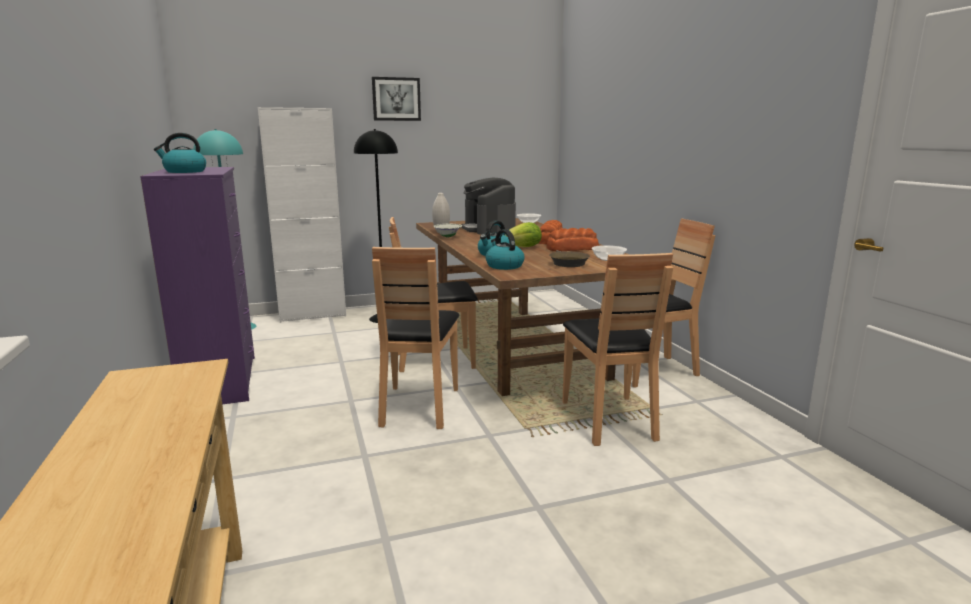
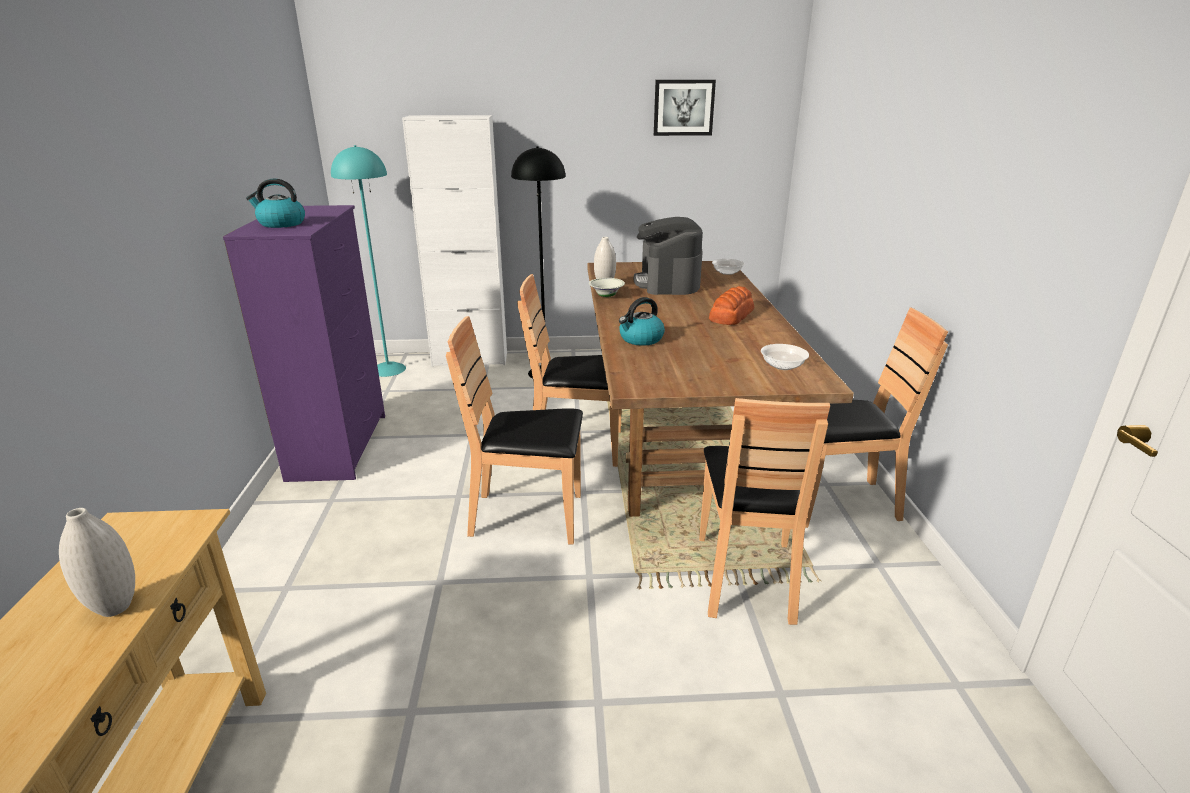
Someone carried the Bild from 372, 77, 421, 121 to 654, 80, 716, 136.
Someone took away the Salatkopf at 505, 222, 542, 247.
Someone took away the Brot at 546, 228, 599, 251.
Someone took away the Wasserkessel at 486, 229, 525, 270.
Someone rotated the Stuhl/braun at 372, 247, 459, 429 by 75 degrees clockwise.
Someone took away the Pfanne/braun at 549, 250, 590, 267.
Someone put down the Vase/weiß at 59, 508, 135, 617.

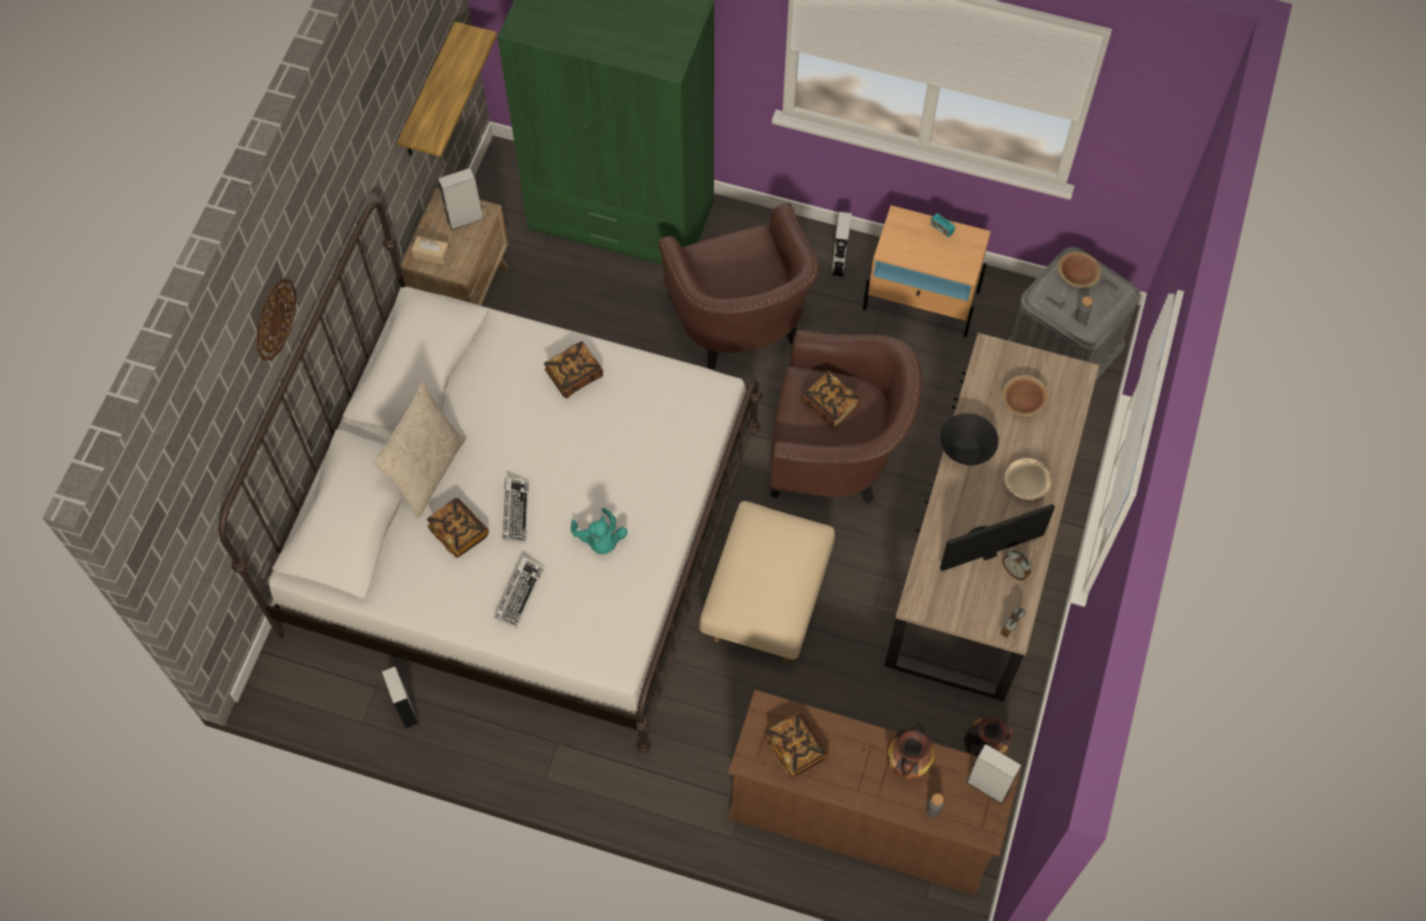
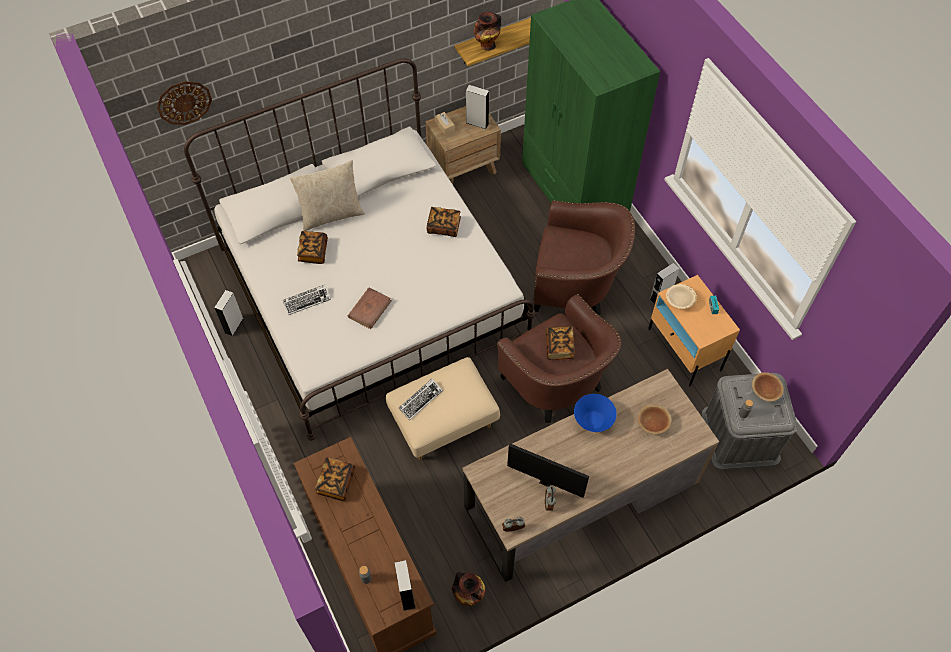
Someone rotated the Sessel/braun at 658, 203, 819, 370 by 105 degrees counterclockwise.
Someone carried the Wanduhr from 257, 278, 296, 360 to 157, 81, 212, 125.
Someone repainted the Schüssel/schwarz at 940, 413, 999, 465, which became the Schüssel/blau at 574, 394, 617, 432.
Someone carried the Schüssel/beige from 1004, 458, 1052, 500 to 666, 284, 697, 309.
Someone carried the Tastatur from 502, 477, 529, 543 to 399, 379, 443, 421.
Someone swapped the Plüschtier/türkis at 571, 508, 628, 554 for the Buch/braun at 348, 288, 392, 329.
Someone carried the Vase from 886, 723, 934, 779 to 474, 12, 501, 51.

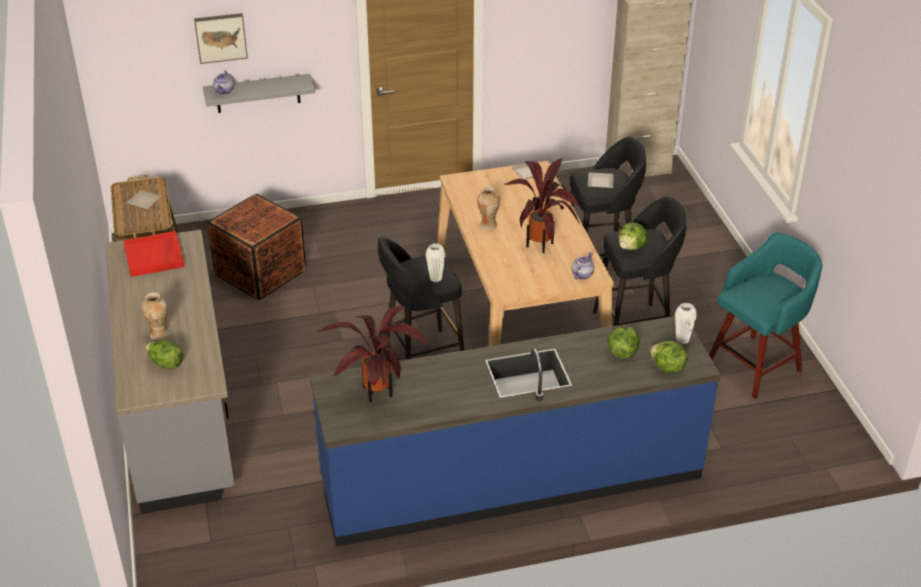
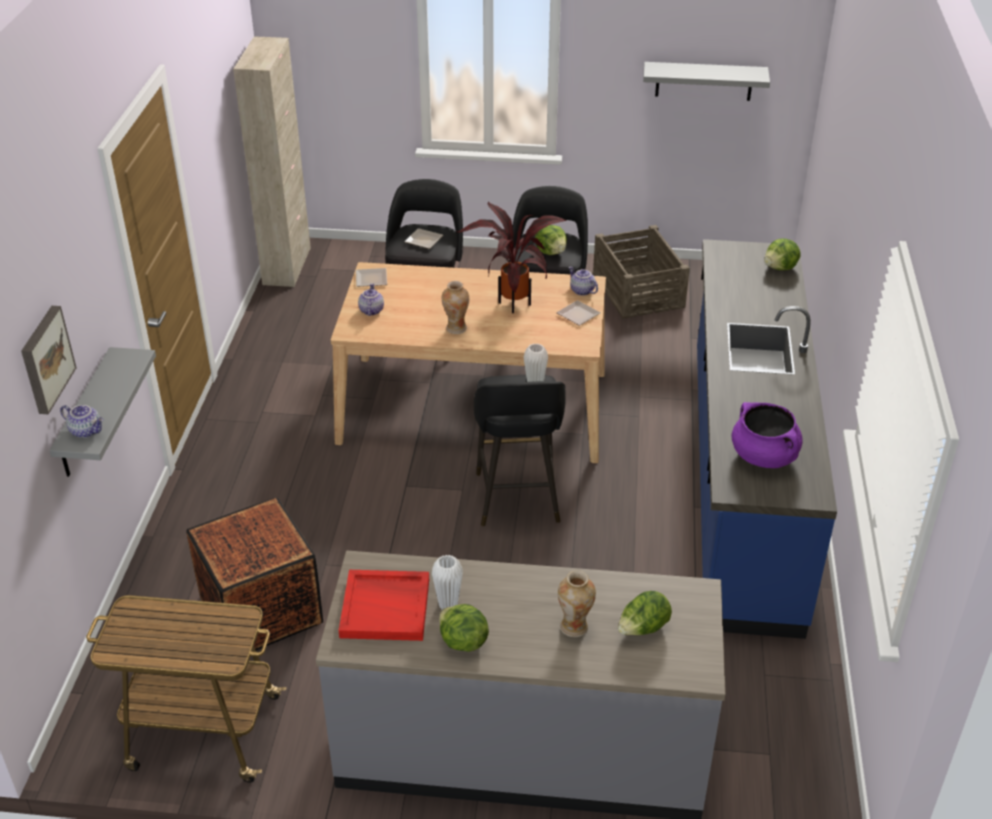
Someone carried the Teller from 126, 190, 162, 210 to 556, 300, 601, 326.
Someone swapped the Hocker/türkis at 709, 232, 822, 399 for the Kiste at 593, 225, 690, 319.
Someone carried the Vase/weiß from 675, 303, 697, 344 to 432, 555, 463, 610.
Someone swapped the Topfpflanze at 318, 306, 428, 403 for the Kochtopf/lila at 732, 402, 803, 468.
Someone carried the Salatkopf from 608, 326, 639, 359 to 439, 604, 489, 652.
Someone put up the Wandregal/grau at 643, 62, 770, 101.
Someone put down the Teekanne at 358, 283, 384, 316.

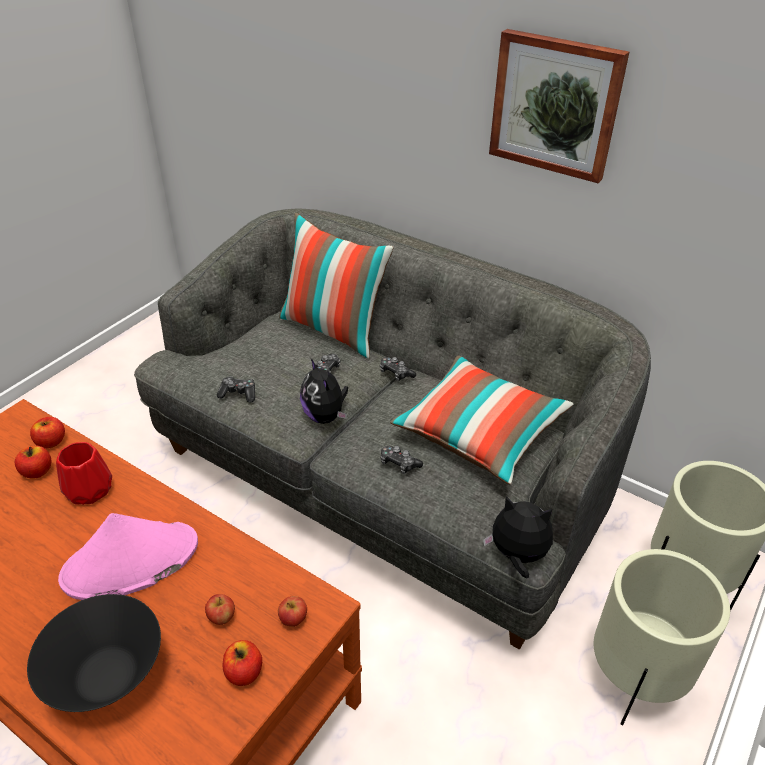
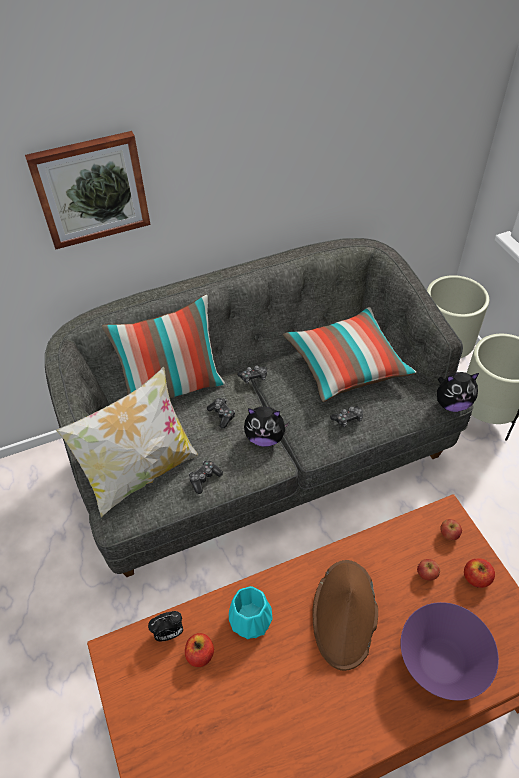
Someone carried the Bild from 489, 29, 629, 183 to 25, 131, 151, 250.
Someone swapped the Apfel at 30, 417, 65, 449 for the Wecker at 148, 611, 183, 641.
Someone repainted the Vase/rot at 56, 442, 112, 505, which became the Vase/türkis at 229, 586, 272, 639.
Someone rotated the Plüschtier at 483, 496, 553, 579 by 150 degrees counterclockwise.
Someone repainted the Hut/rosa at 58, 513, 198, 600, which became the Hut/braun at 312, 560, 378, 671.
Someone repainted the Schüssel/schwarz at 27, 594, 161, 712, which became the Schüssel/lila at 401, 602, 499, 701.
Someone put down the Kissen at 56, 367, 198, 517.

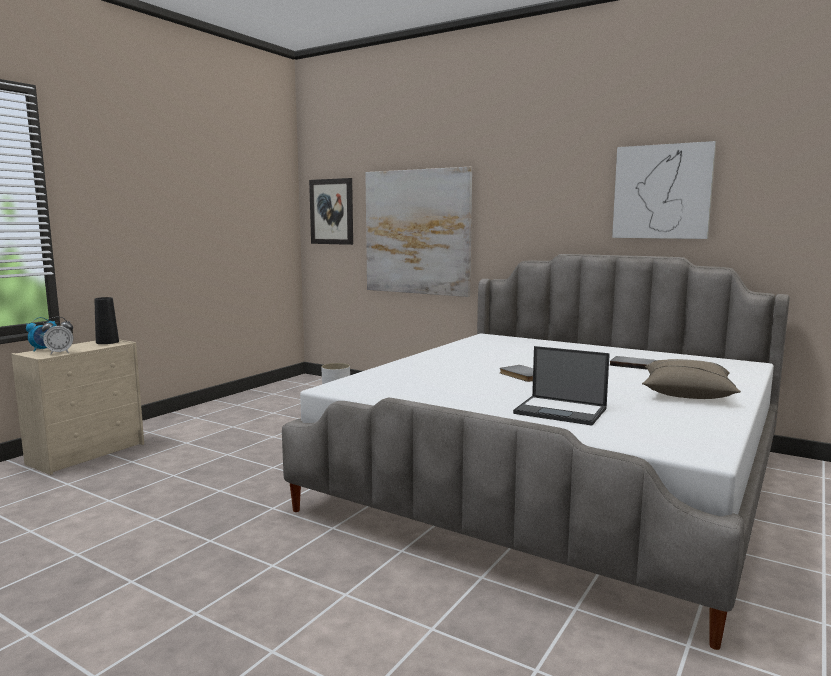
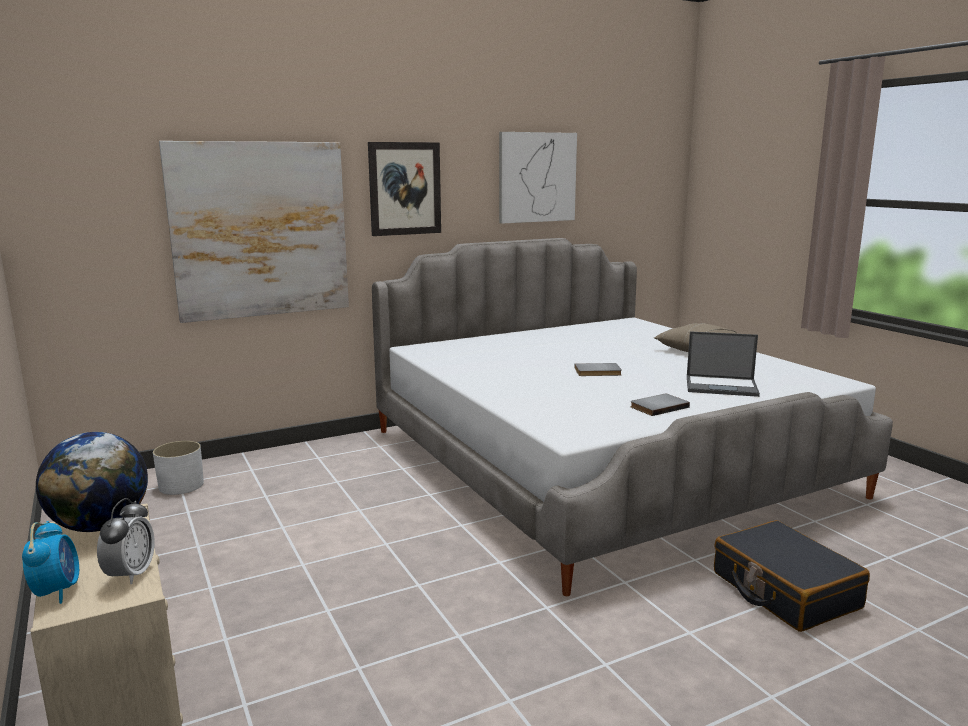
Someone carried the Bild from 309, 178, 353, 245 to 368, 142, 441, 236.
Someone swapped the Vase/schwarz at 94, 297, 119, 344 for the Globus at 36, 432, 148, 532.
Someone rotated the Laptop at 513, 346, 610, 426 by 45 degrees clockwise.
Someone carried the Buch/grau from 610, 356, 656, 370 to 631, 394, 690, 416.
Someone put down the Koffer/schwarz at 714, 520, 870, 632.

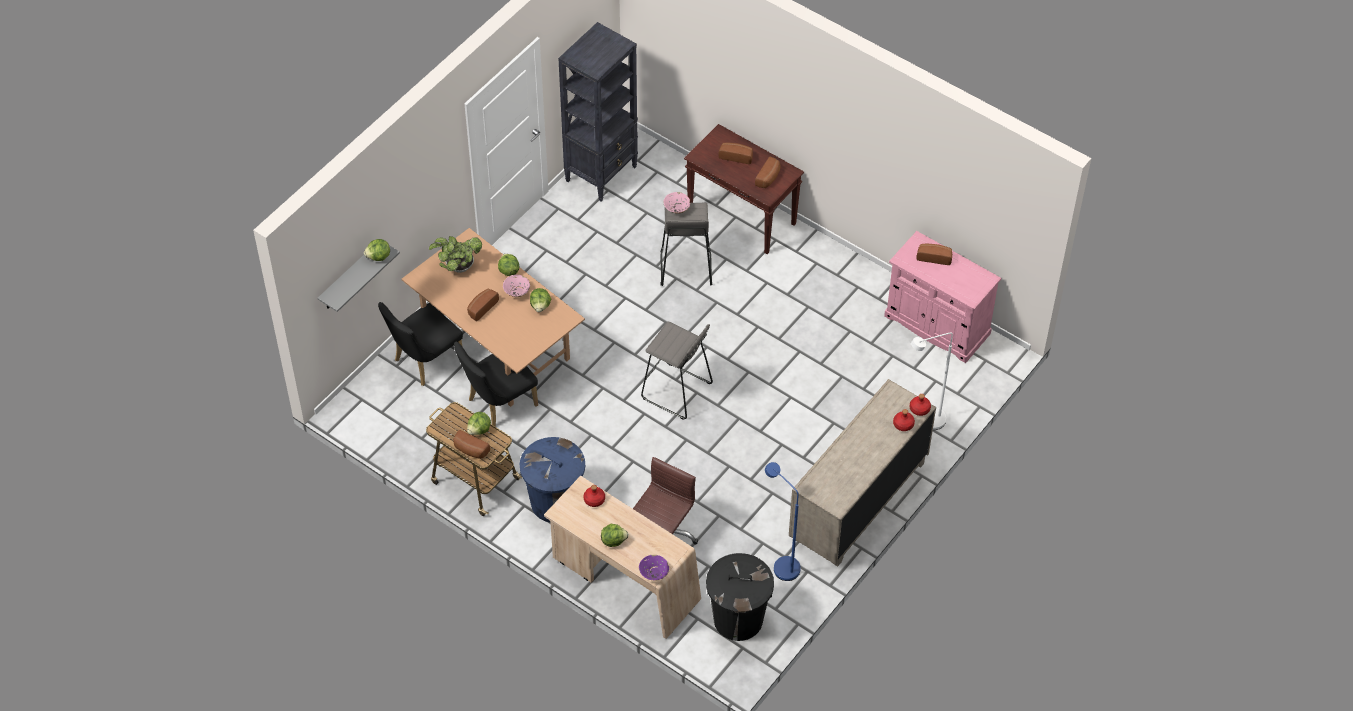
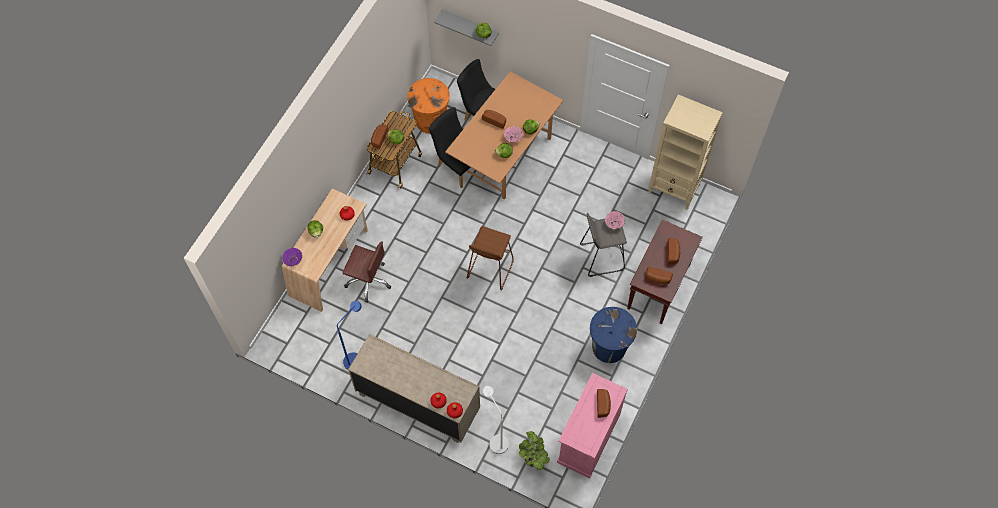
Someone repainted the Bücherregal/schwarz at 558, 22, 638, 201, which became the Bücherregal/beige at 648, 95, 723, 210.
Someone carried the Topfpflanze from 429, 236, 482, 273 to 519, 431, 550, 470.
Someone repainted the Hocker/grau at 641, 322, 713, 420, which became the Hocker/braun at 467, 226, 513, 290.
Someone carried the Mülleimer/blau from 520, 437, 585, 522 to 590, 307, 637, 363.
Someone took away the Mülleimer/schwarz at 706, 553, 774, 641.
Someone put down the Mülleimer/orange at 407, 78, 450, 134.

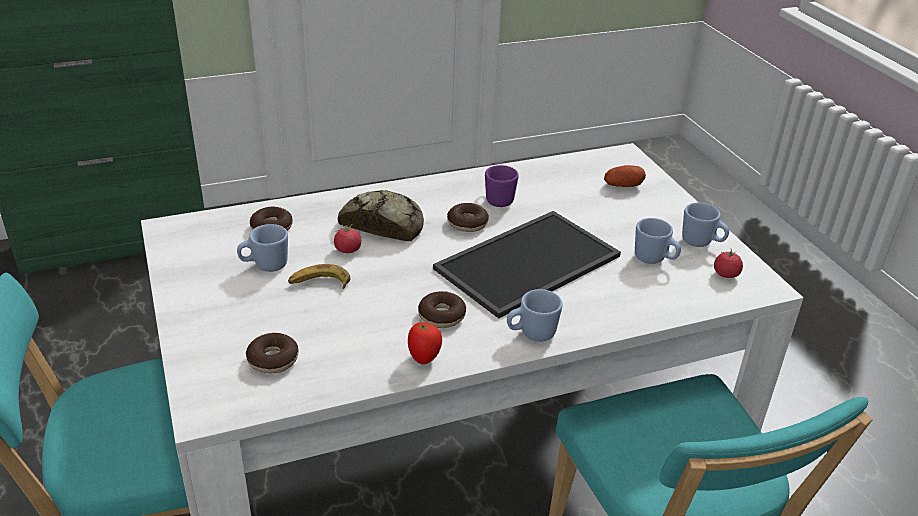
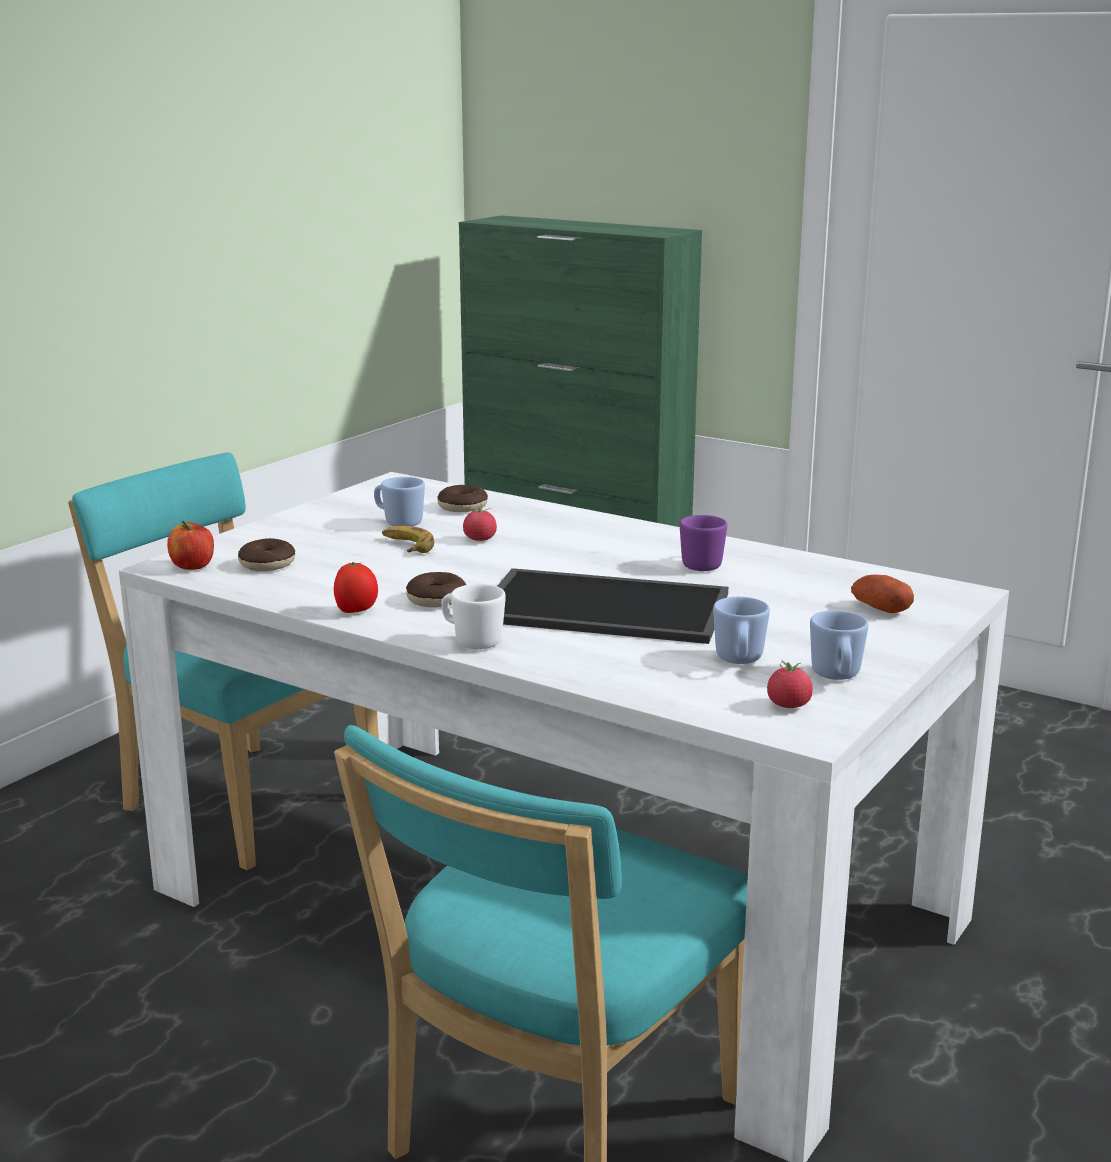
Someone took away the Brot at 338, 190, 424, 241.
Someone took away the Donut at 447, 203, 489, 232.
Someone repainted the Henkelbecher/blau at 507, 289, 563, 342, which became the Henkelbecher/weiß at 442, 584, 506, 649.
Someone put down the Apfel at 167, 521, 214, 570.

